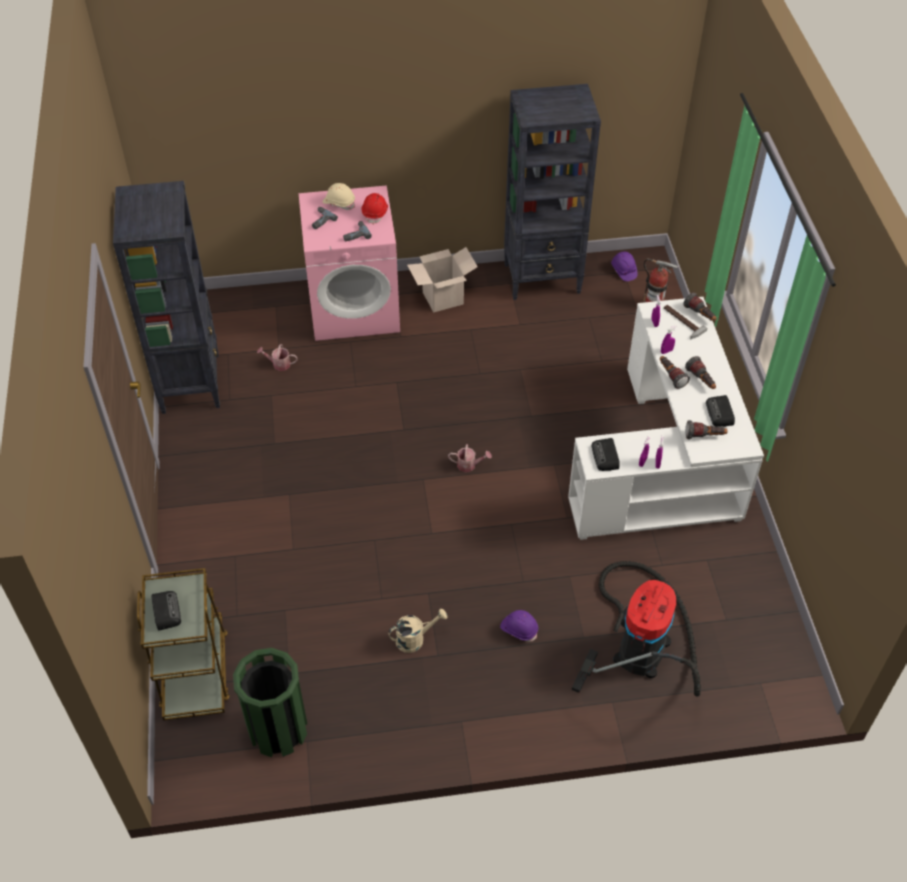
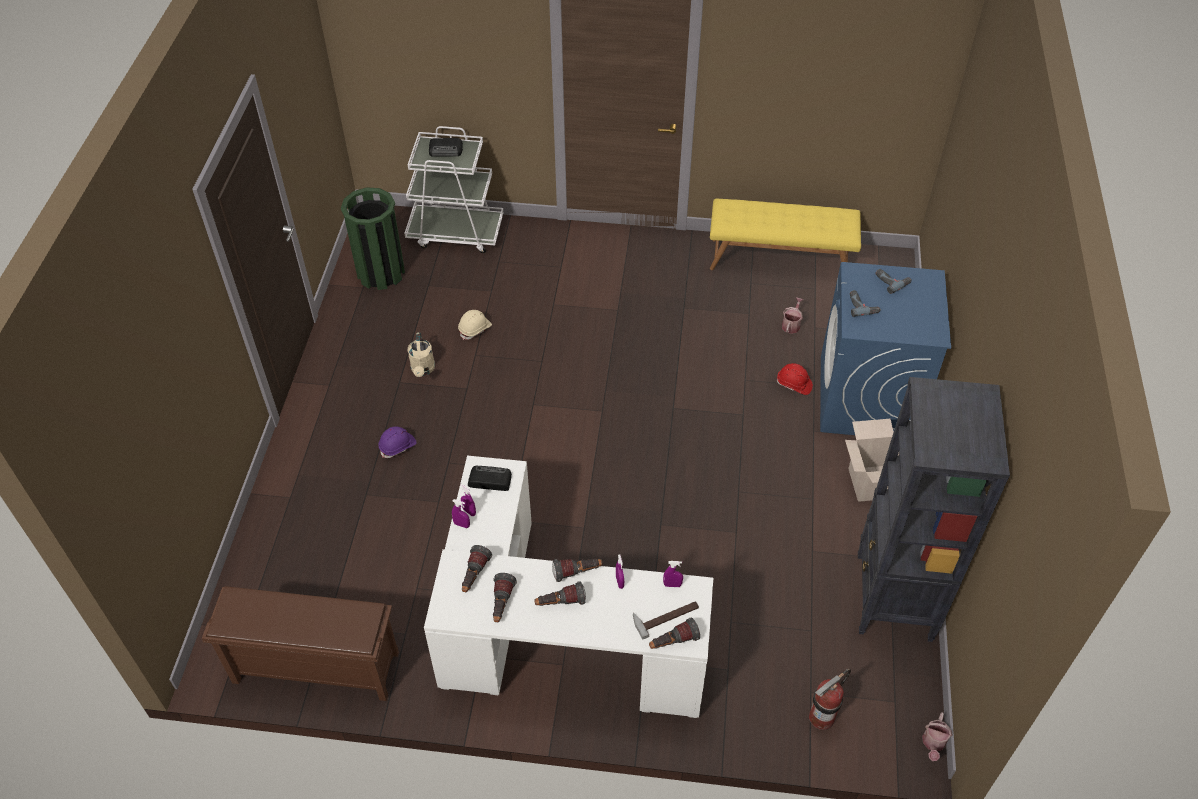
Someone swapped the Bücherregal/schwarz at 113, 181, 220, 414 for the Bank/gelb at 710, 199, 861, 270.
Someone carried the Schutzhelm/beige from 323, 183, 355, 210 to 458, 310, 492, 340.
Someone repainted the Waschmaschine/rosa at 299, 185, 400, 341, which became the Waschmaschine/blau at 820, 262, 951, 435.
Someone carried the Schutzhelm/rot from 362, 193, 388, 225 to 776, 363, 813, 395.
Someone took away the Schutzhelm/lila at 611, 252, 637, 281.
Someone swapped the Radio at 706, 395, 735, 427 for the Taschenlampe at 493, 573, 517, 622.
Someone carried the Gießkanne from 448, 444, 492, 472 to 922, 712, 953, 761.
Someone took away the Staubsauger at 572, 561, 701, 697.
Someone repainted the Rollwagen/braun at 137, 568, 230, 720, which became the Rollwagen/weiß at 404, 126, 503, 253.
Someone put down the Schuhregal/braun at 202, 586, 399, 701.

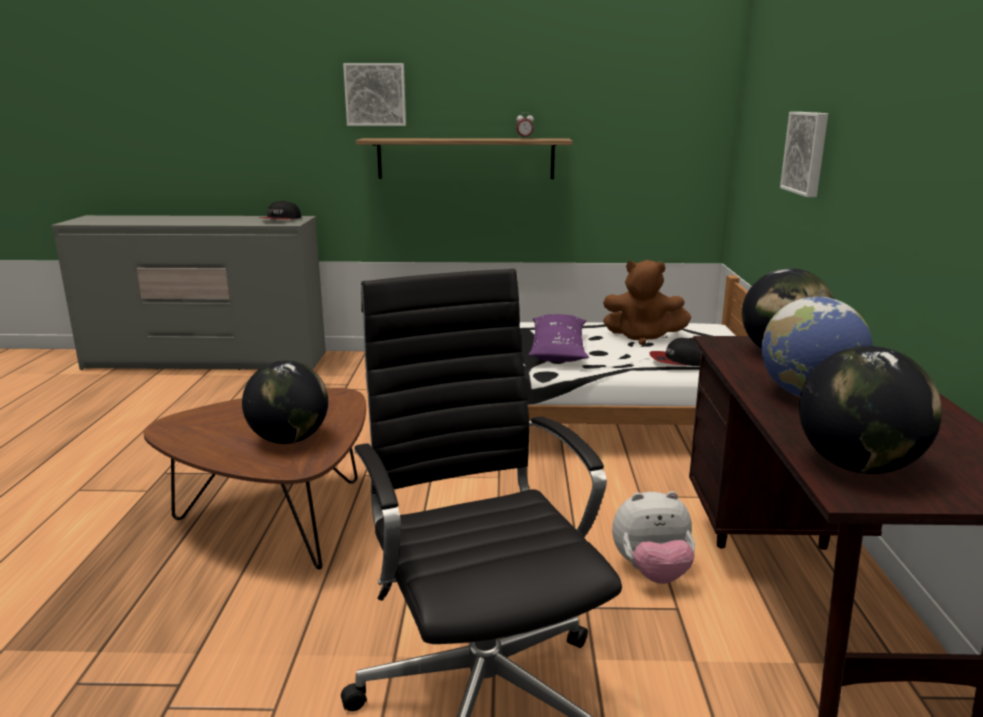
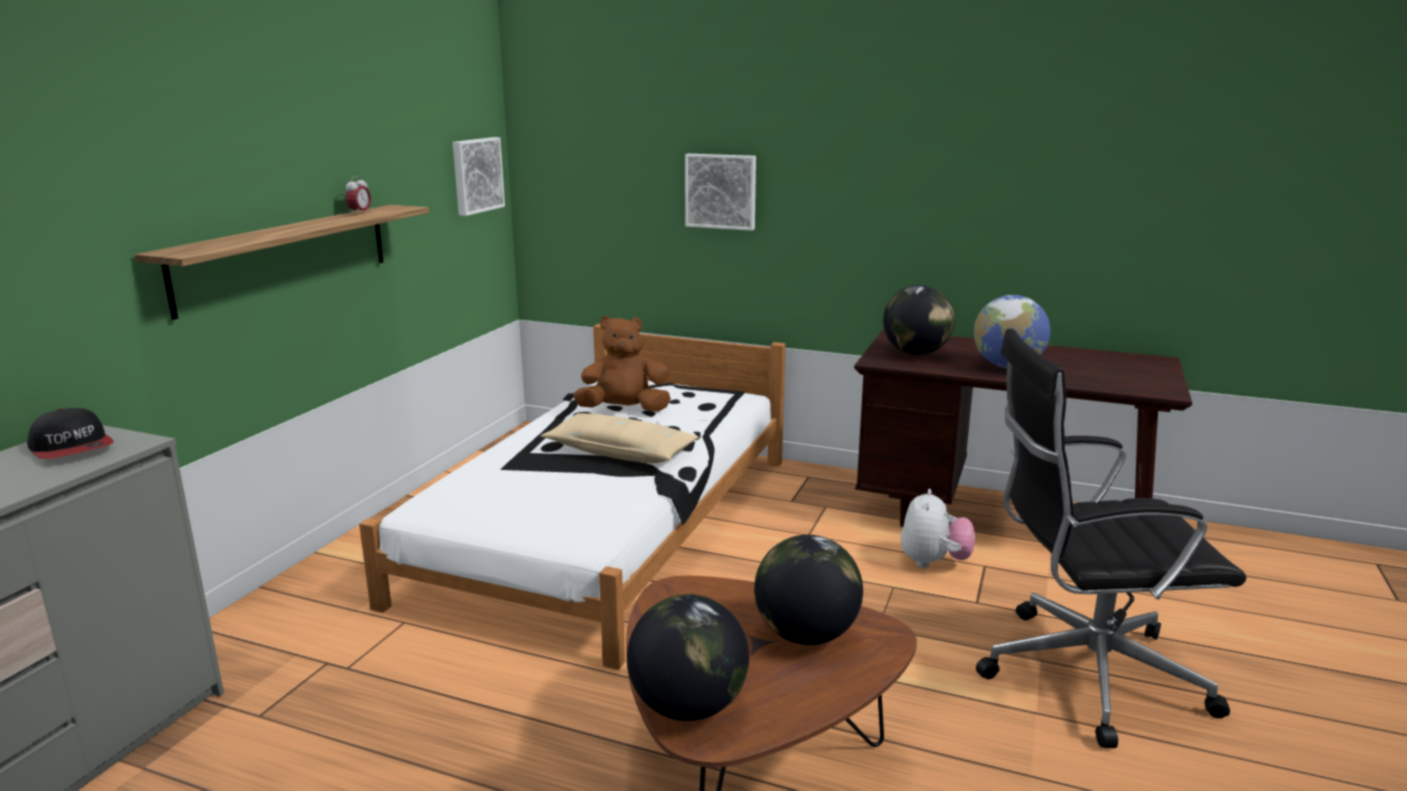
Someone carried the Bild from 343, 63, 406, 126 to 453, 137, 505, 216.
Someone rotated the Plüschtier/braun at 603, 260, 691, 345 by 135 degrees counterclockwise.
Someone repainted the Kissen/lila at 529, 314, 589, 362, which became the Kissen/beige at 541, 413, 699, 463.
Someone took away the Kappe at 650, 338, 701, 366.
Someone carried the Globus from 799, 346, 942, 474 to 627, 594, 749, 721.

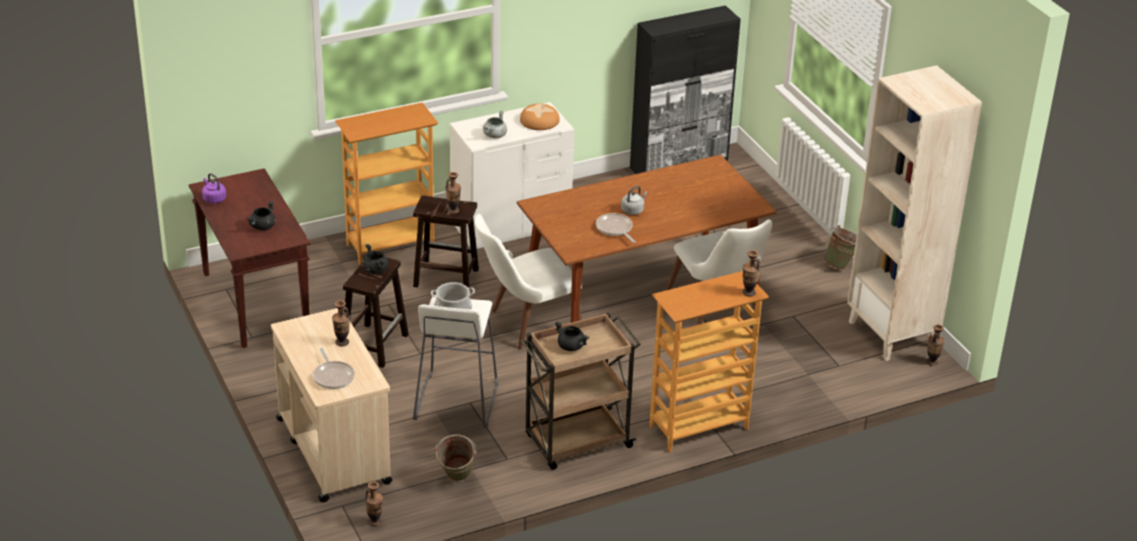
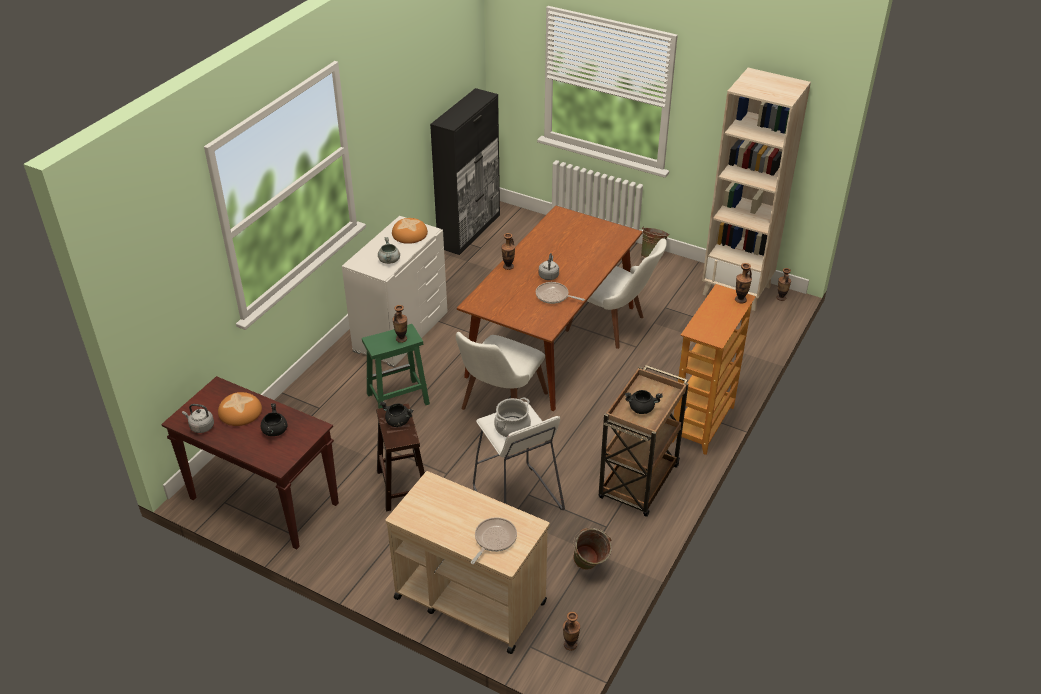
Someone took away the Bücherregal at 335, 102, 438, 265.
Someone repainted the Wasserkessel/lila at 202, 173, 226, 204, which became the Wasserkessel/grau at 182, 404, 214, 433.
Someone repainted the Hocker/braun at 413, 195, 479, 288, which became the Hocker/grün at 362, 324, 430, 409.
Someone carried the Vase from 332, 300, 350, 346 to 501, 233, 515, 270.
Someone rotated the Pfanne at 313, 348, 355, 389 by 90 degrees counterclockwise.
Someone put down the Brot at 218, 392, 262, 426.

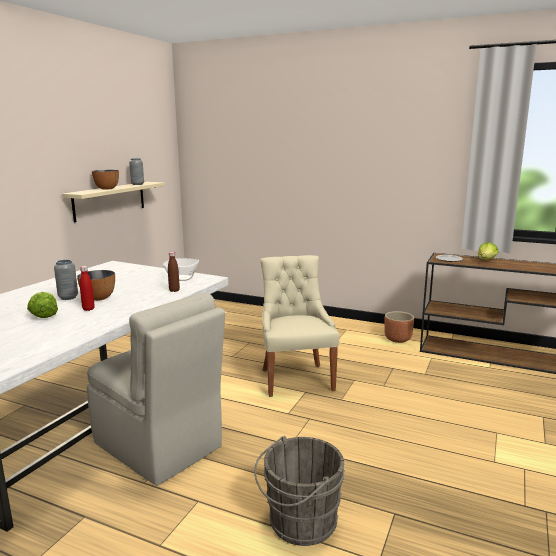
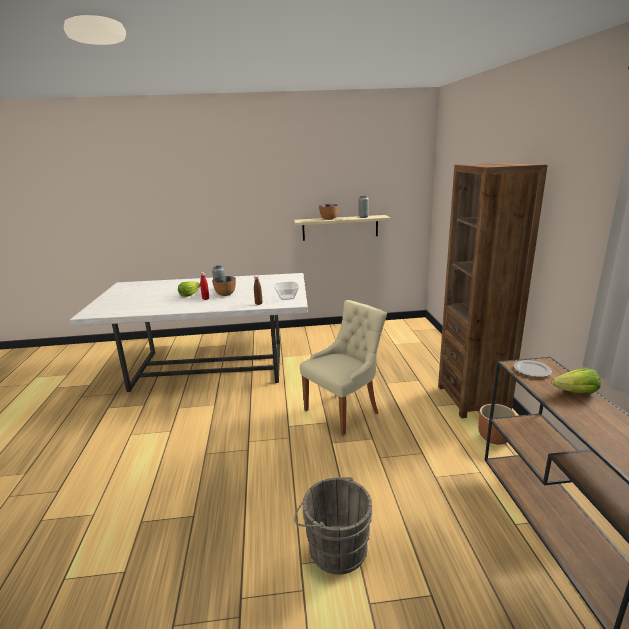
Someone took away the Stuhl/beige at 87, 292, 225, 486.
Someone carried the Eimer/grau from 254, 436, 345, 546 to 294, 477, 372, 575.
Someone put down the Bücherregal/braun at 438, 162, 548, 418.

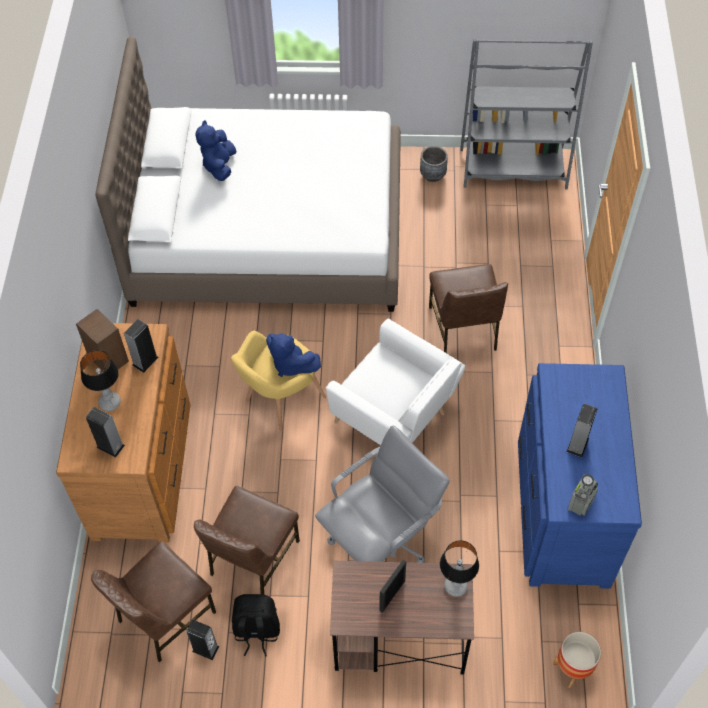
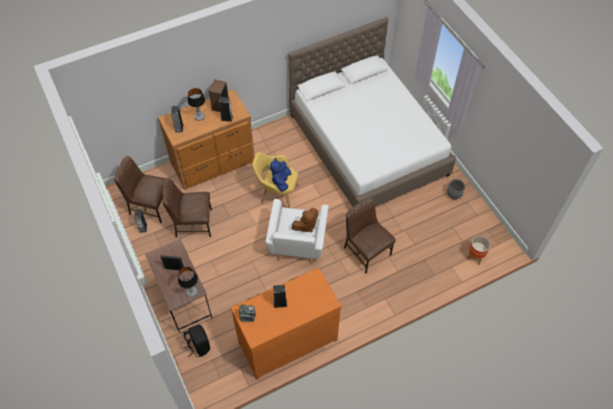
Someone took away the Bücherregal/grau at 460, 39, 593, 189.
Someone took away the Plüschtier/blau at 195, 120, 236, 181.
Someone rotated the Stuhl/braun at 429, 264, 508, 353 by 90 degrees clockwise.
Someone repainted the Kommode/blau at 518, 363, 642, 589, which became the Kommode/orange at 231, 268, 341, 380.
Someone took away the Bürostuhl/grau at 315, 425, 449, 563.
Someone carried the Rucksack/schwarz from 232, 594, 280, 657 to 183, 325, 210, 357.
Someone carried the Pflanzkübel from 553, 632, 601, 688 to 467, 236, 490, 265.
Someone put down the Plüschtier/braun at 292, 208, 318, 232.

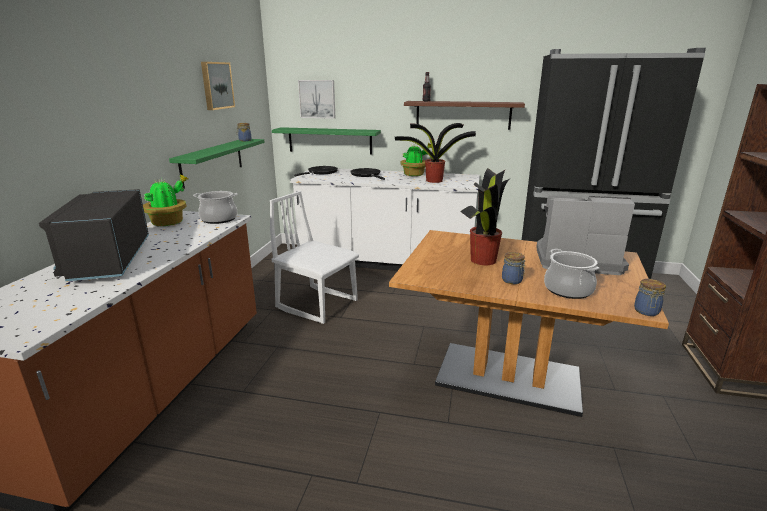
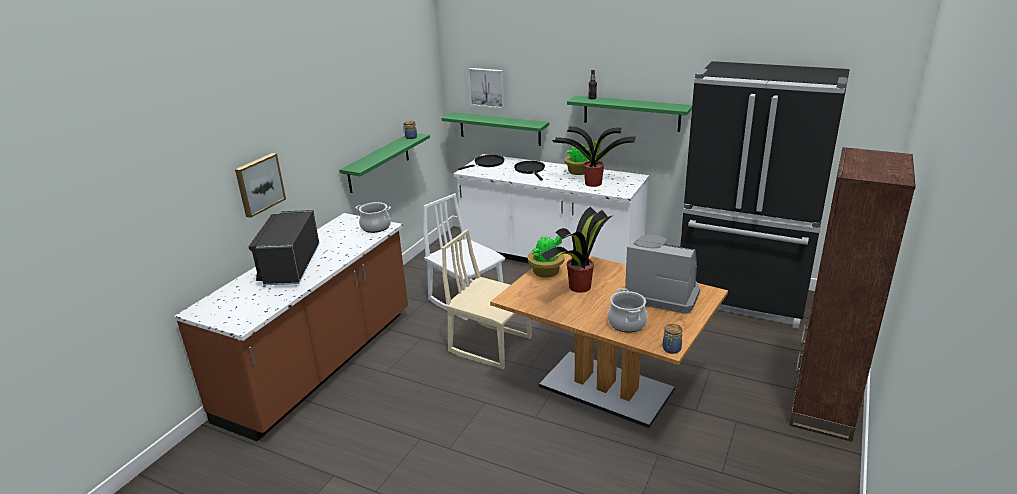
Someone carried the Bild from 201, 62, 235, 110 to 235, 153, 286, 218.
Someone repainted the Wandregal/braun at 404, 101, 525, 130, which became the Wandregal/grün at 567, 95, 692, 132.
Someone carried the Topfpflanze from 143, 174, 188, 226 to 528, 235, 564, 278.
Someone took away the Vorratsglas at 502, 252, 525, 284.
Someone put down the Stuhl/beige at 442, 229, 532, 369.

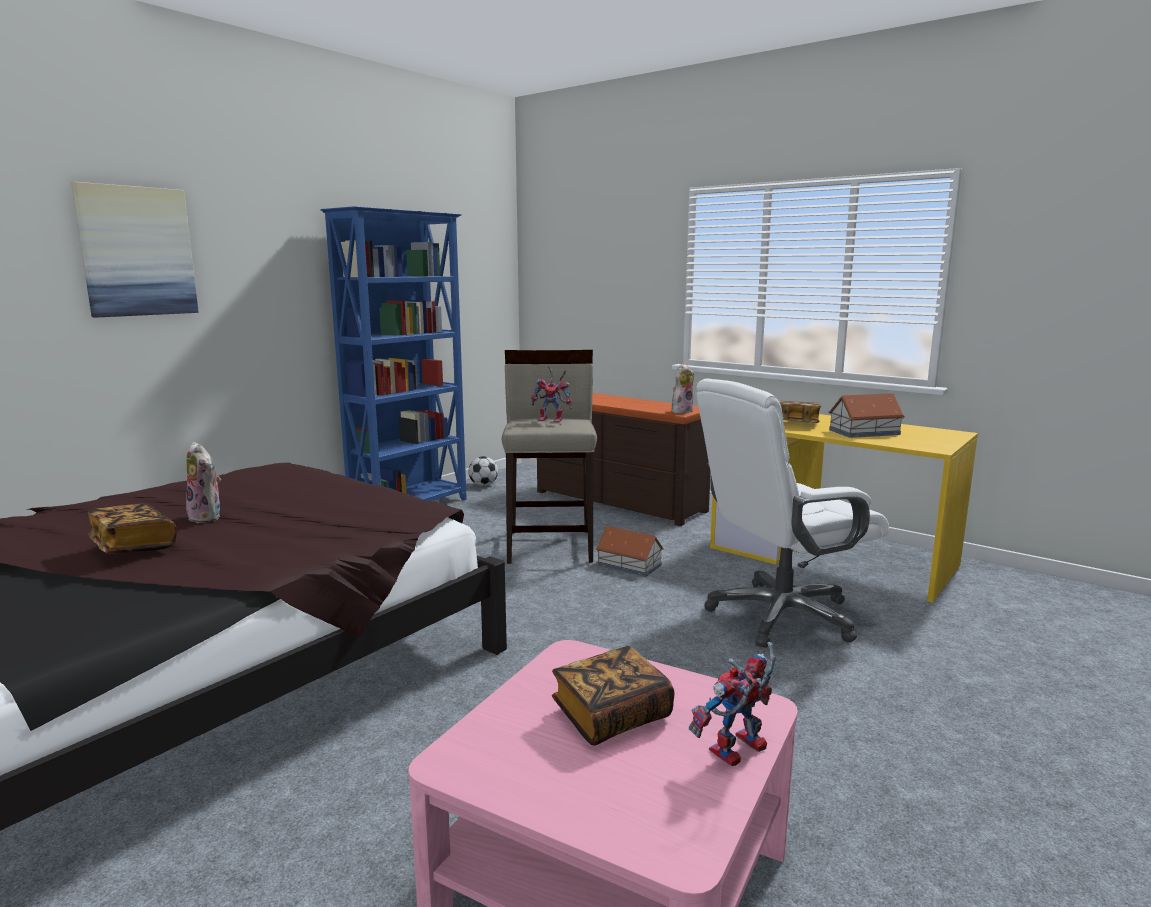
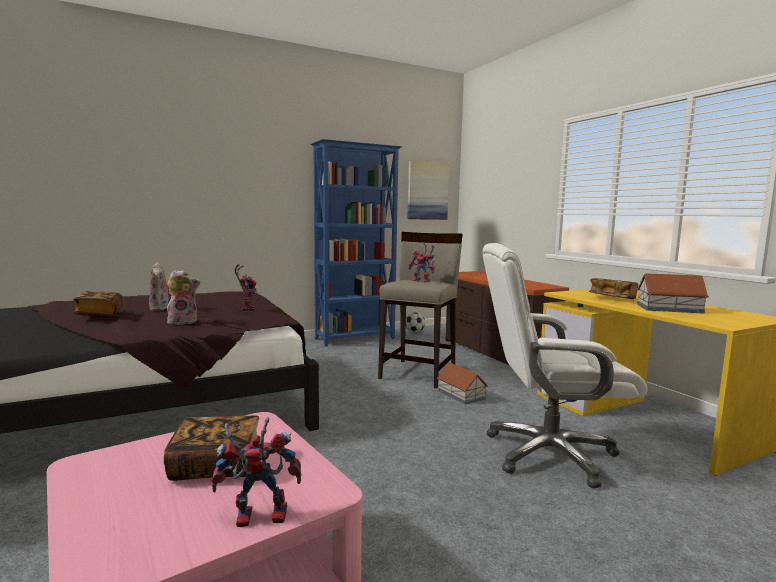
Someone carried the Bild from 71, 182, 199, 318 to 407, 161, 449, 220.
Someone carried the Plüschtier from 672, 364, 694, 414 to 166, 270, 200, 325.
Someone put down the Spielzeugroboter at 235, 264, 257, 311.

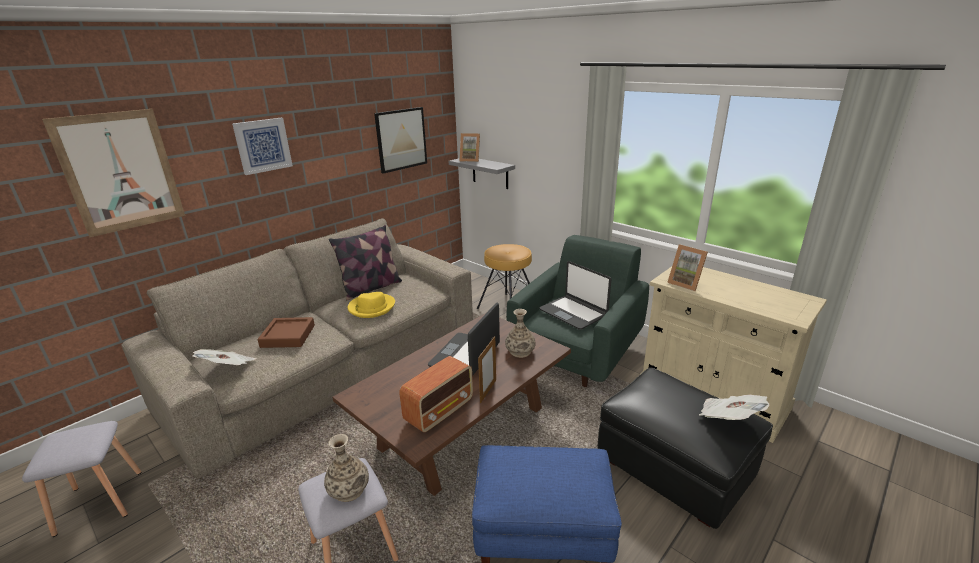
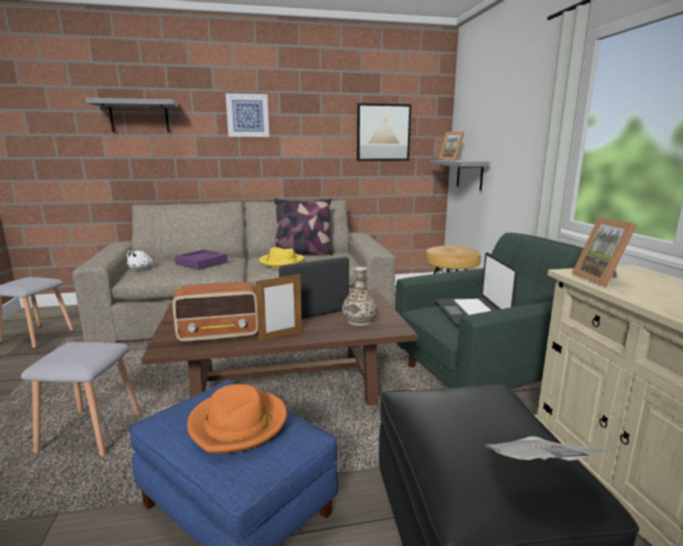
Someone swapped the Bild at 42, 109, 185, 237 for the Wandregal/grau at 86, 98, 178, 132.
Someone repainted the Tablett/braun at 258, 317, 315, 348, which became the Tablett/lila at 175, 249, 228, 270.
Someone swapped the Zeitung at 192, 349, 257, 365 for the Plüschtier/weiß at 127, 251, 153, 269.
Someone took away the Vase at 324, 434, 369, 502.
Someone put down the Hut/orange at 187, 384, 287, 454.

